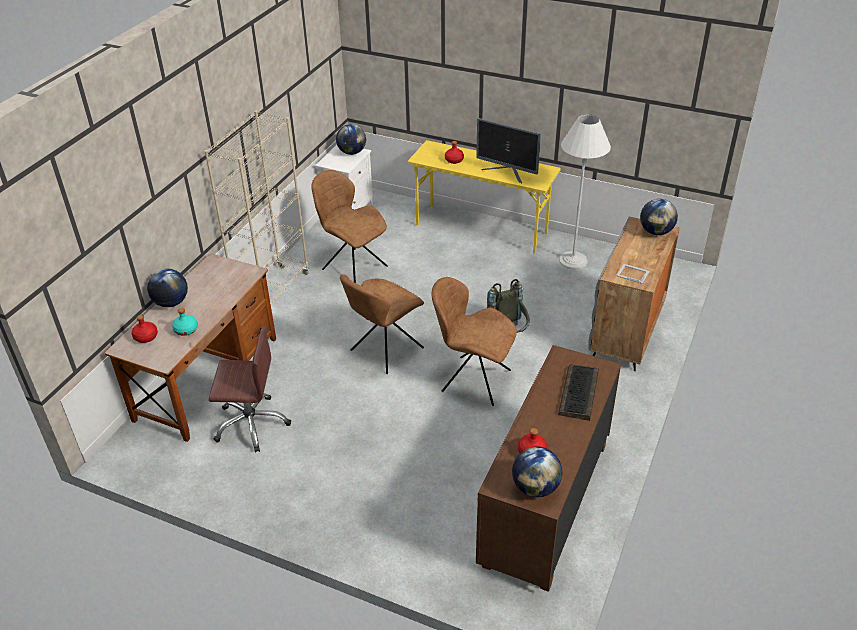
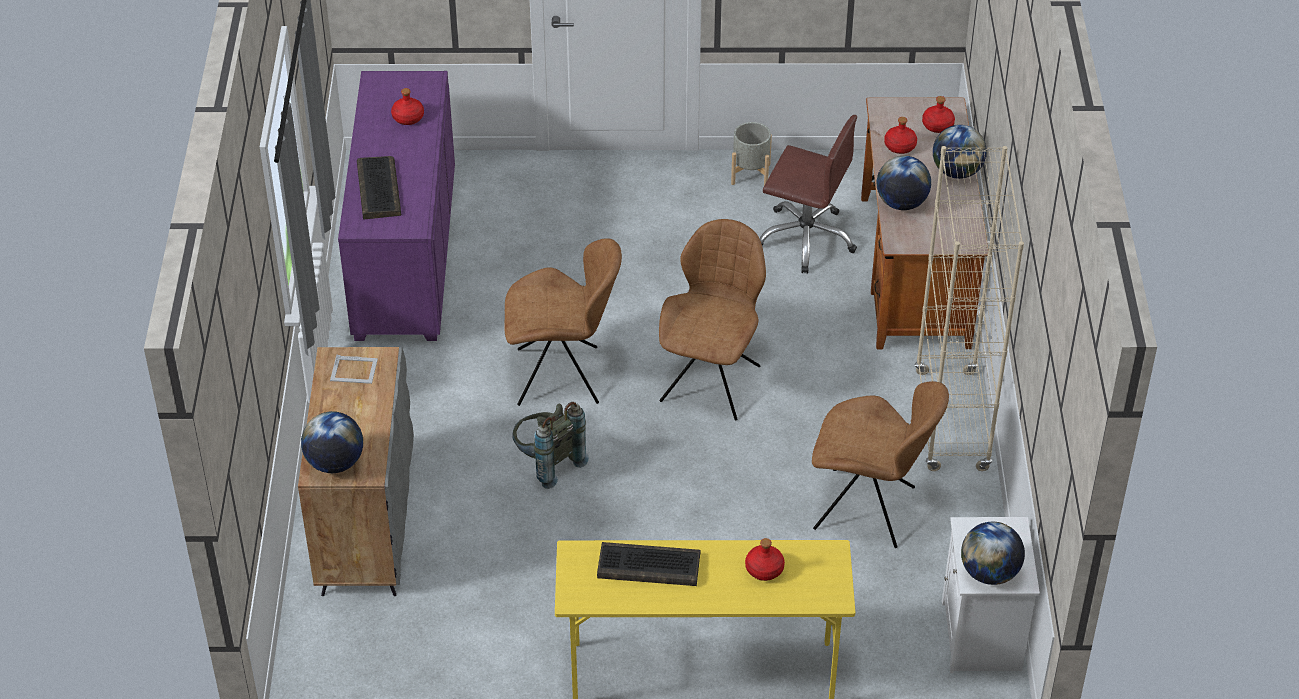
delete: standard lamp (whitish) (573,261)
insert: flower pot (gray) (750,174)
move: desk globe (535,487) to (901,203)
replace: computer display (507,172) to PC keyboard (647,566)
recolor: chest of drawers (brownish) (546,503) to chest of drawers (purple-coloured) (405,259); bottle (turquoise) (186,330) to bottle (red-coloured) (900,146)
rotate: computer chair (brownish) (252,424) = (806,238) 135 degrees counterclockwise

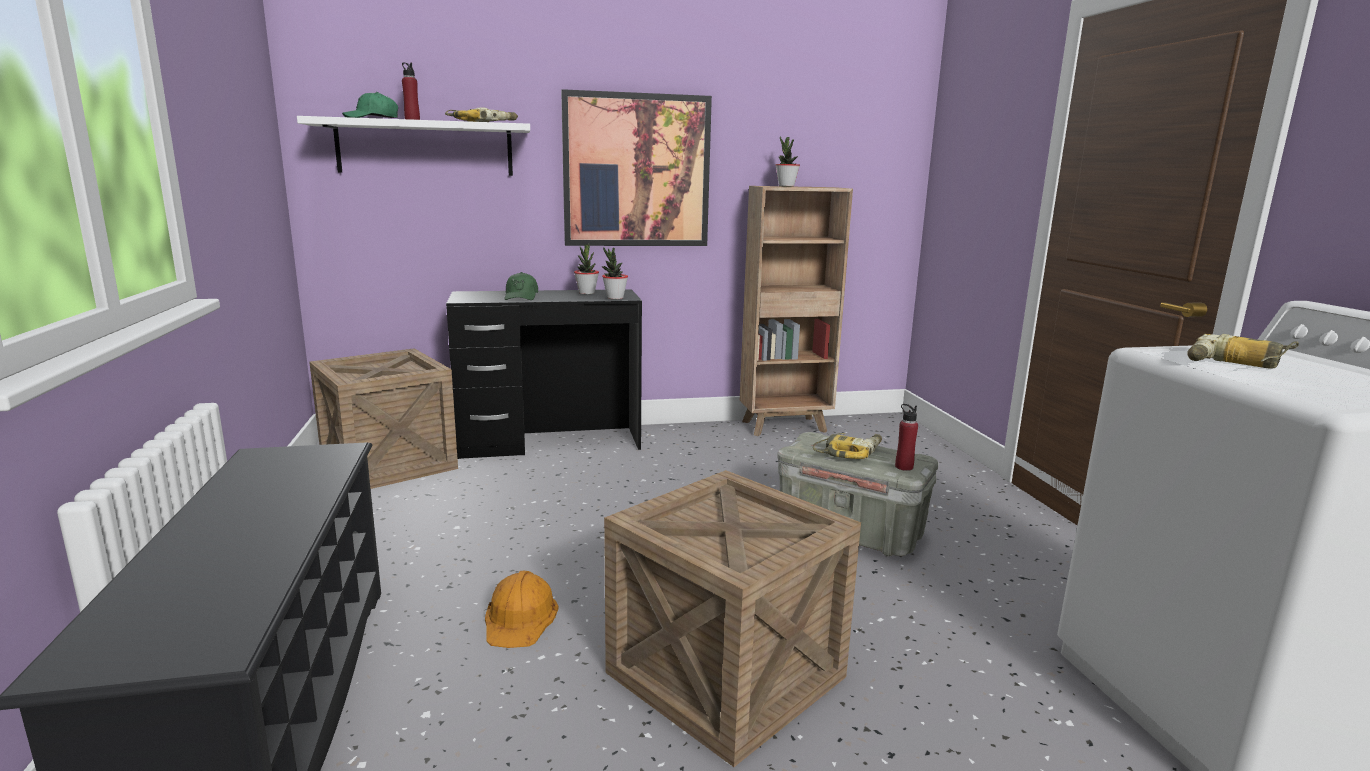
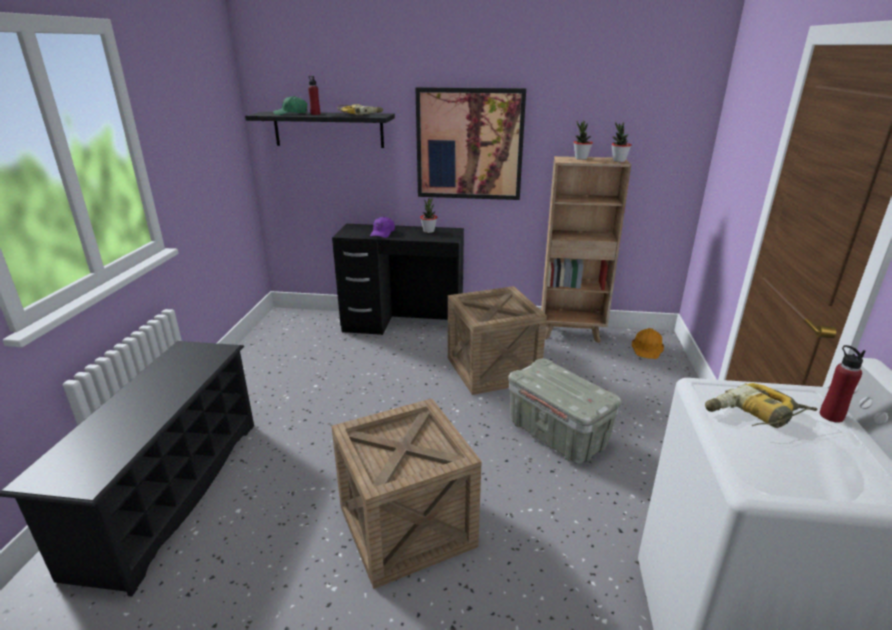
delete: drill (848,452)
move: crate (388,464) to (492,369); potted plant (615,298) to (619,161); hard hat (orangey) (520,618) to (647,348); bottle (red-coloured) (904,467) to (831,416)
recolor: bracket shelf (whitish) (425,148) to bracket shelf (black) (328,129); cap (green-coloured) (521,297) to cap (purple-coloured) (383,233)

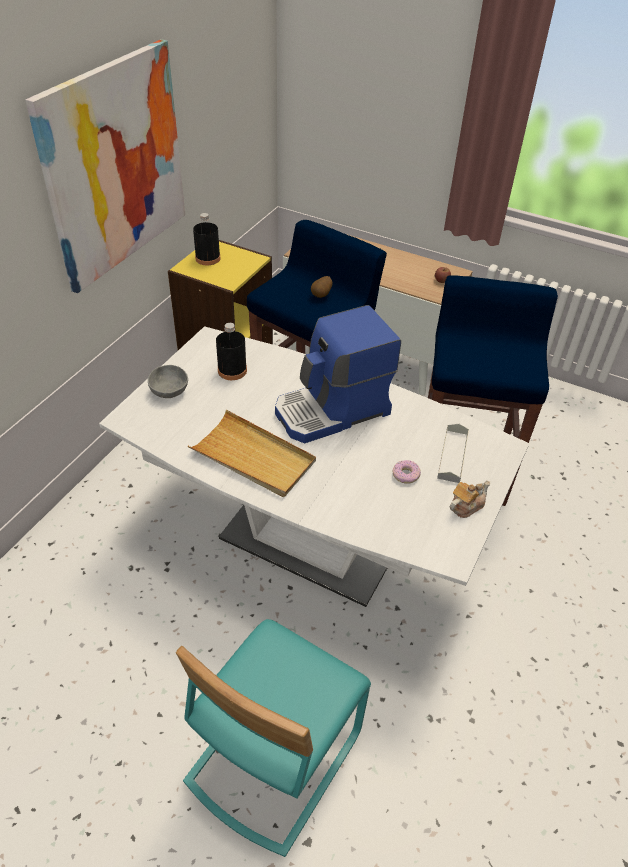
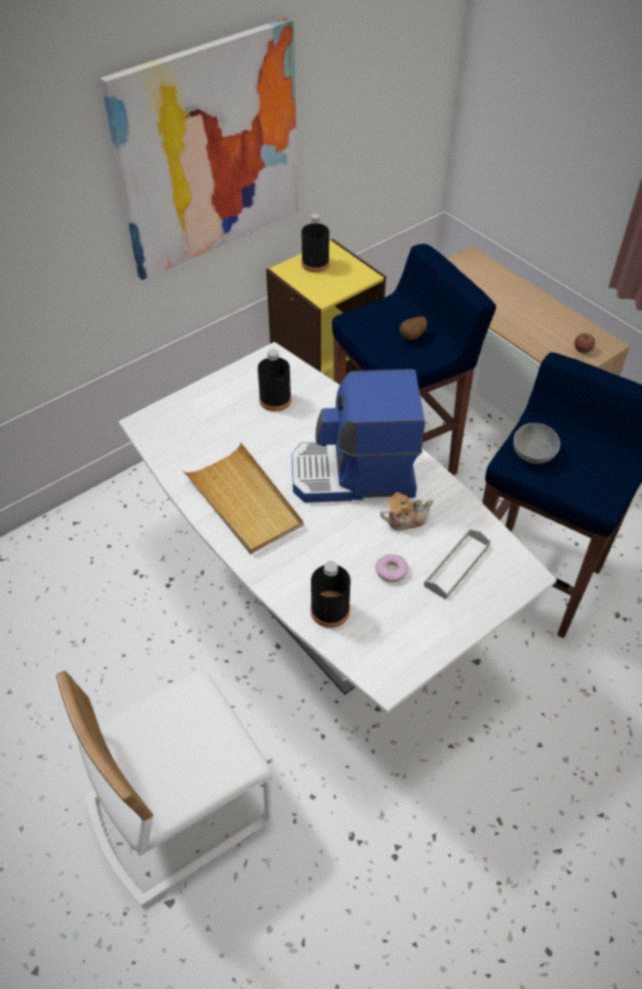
insert: bottle (black) (330,610)
move: pot for tea (466,506) to (405,520); bowl (gray) (170,391) to (534,454)
recolor: chair (turquoise) (272,757) to chair (whitish) (177,808)

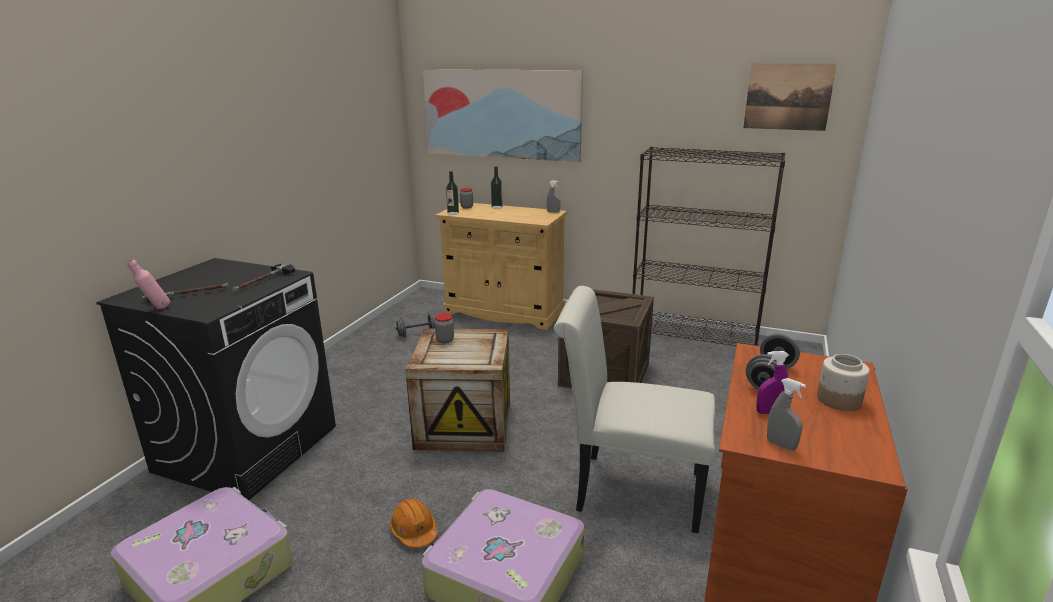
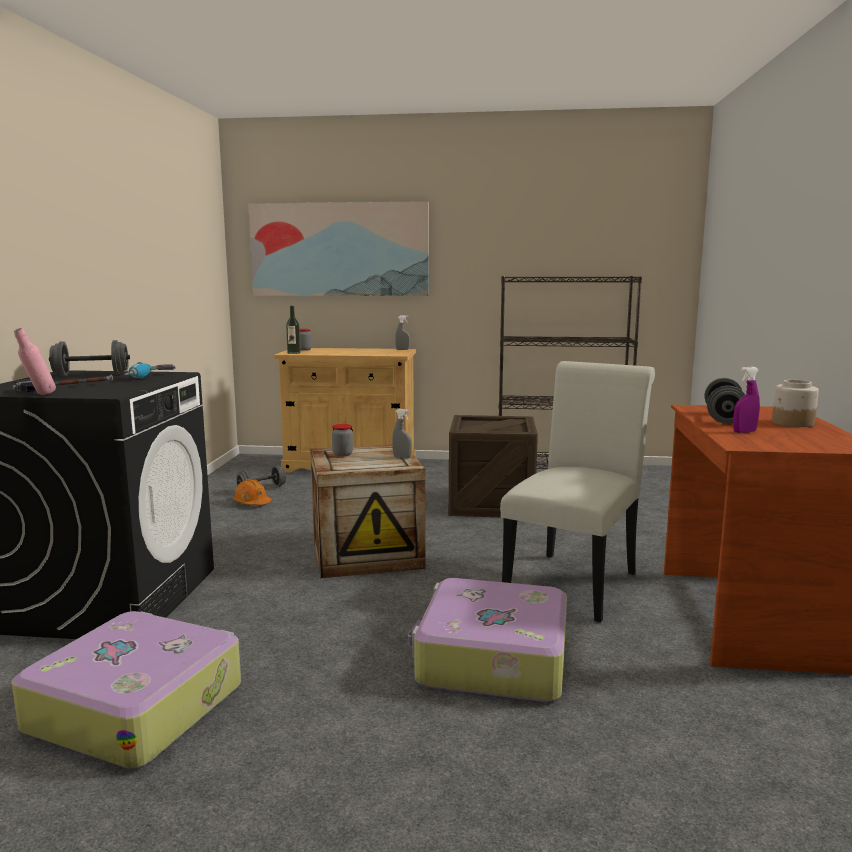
delete: bottle (497,207); wall art (788,97)
insert: hand weight (gray) (91,375)
move: hard hat (orangey) (414,531) to (252,503); hand sprayer (gray) (781,445) to (402,457)
replace: tool hammer (264,281) to drill (149,378)
rotate: chair (whitish) (629,489) = (575,581) 120 degrees clockwise

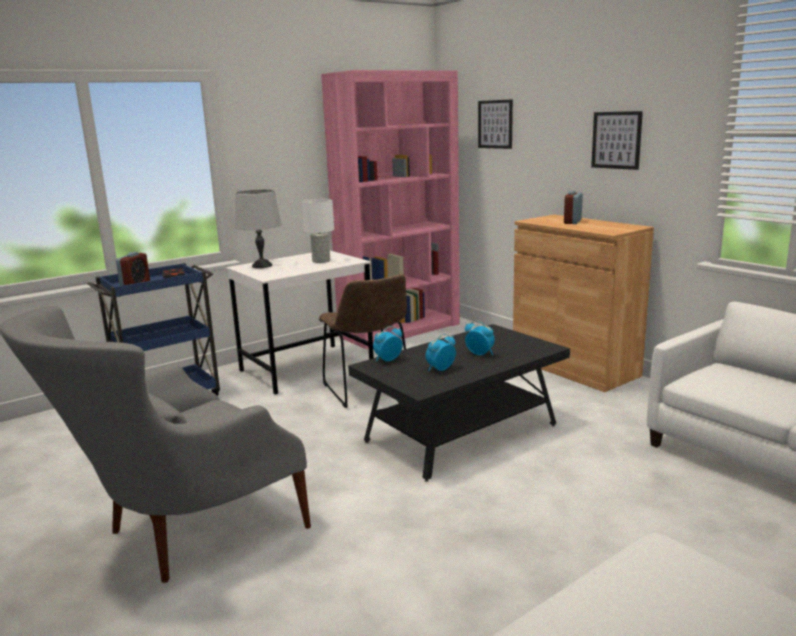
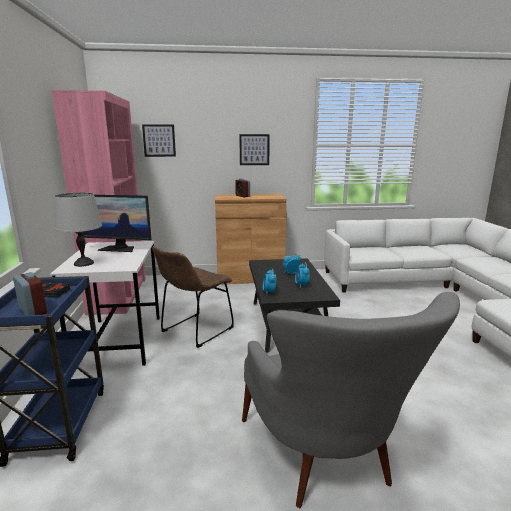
replace: table lamp (whitish) (321,261) to computer display (119,248)
rotate: chair (brownish) (368,391) = (195,331) 120 degrees clockwise

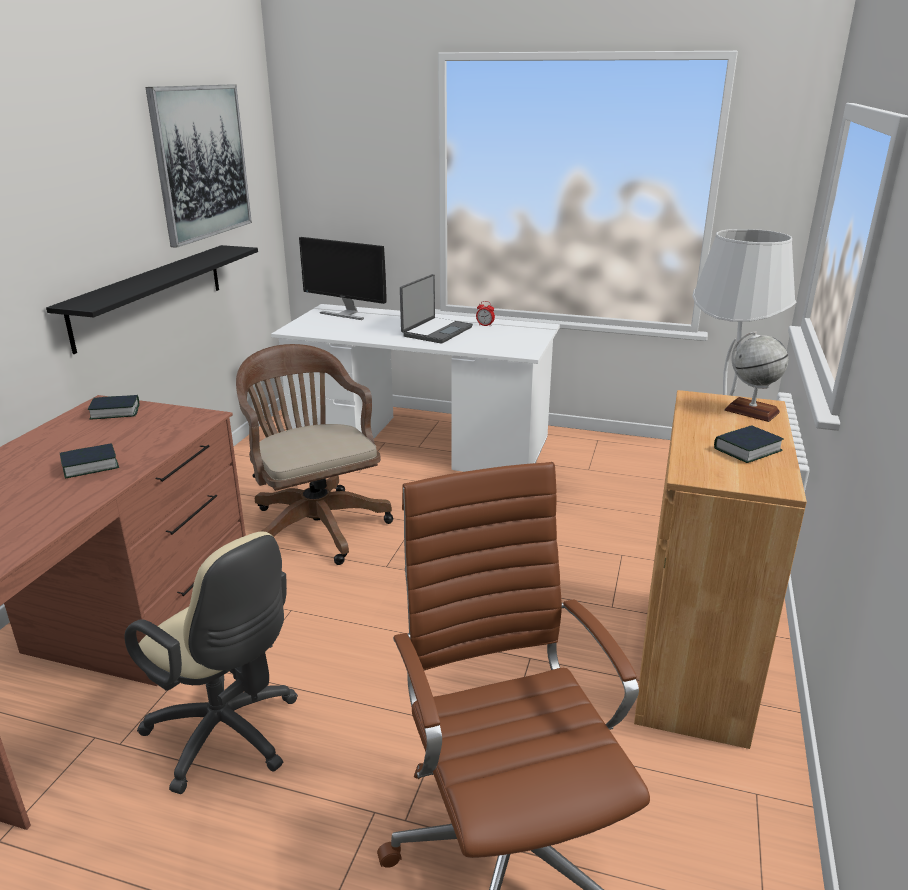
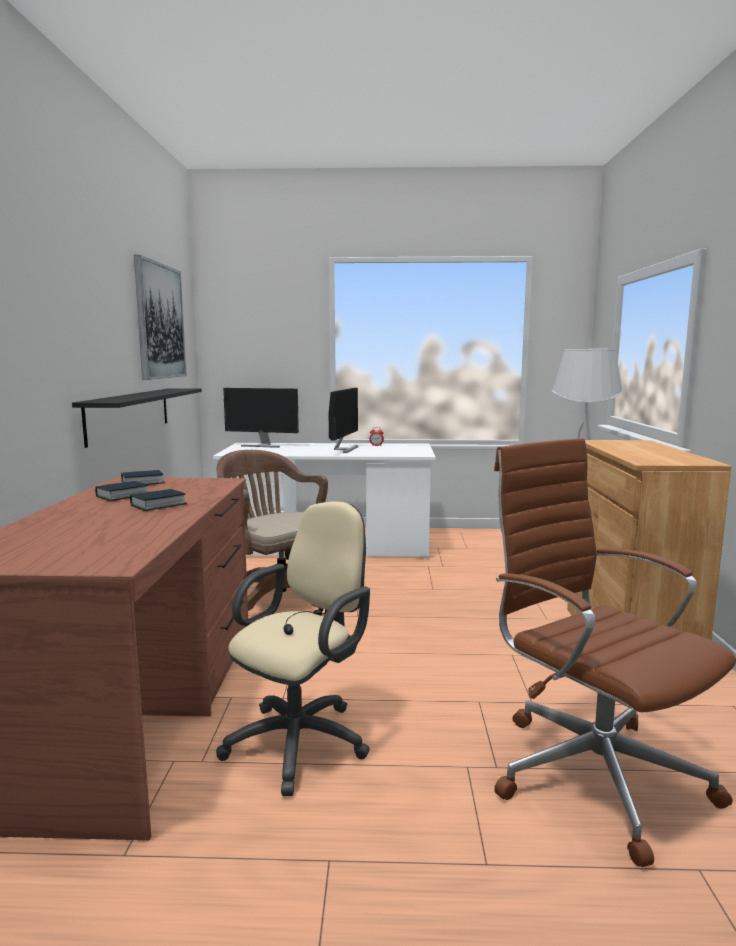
delete: desk globe (751,411)
move: book (747,450) to (122,496)
replace: notebook computer (436,331) to computer display (343,449)
rotate: computer chair (beige) (229,736) = (303,739) 75 degrees counterclockwise

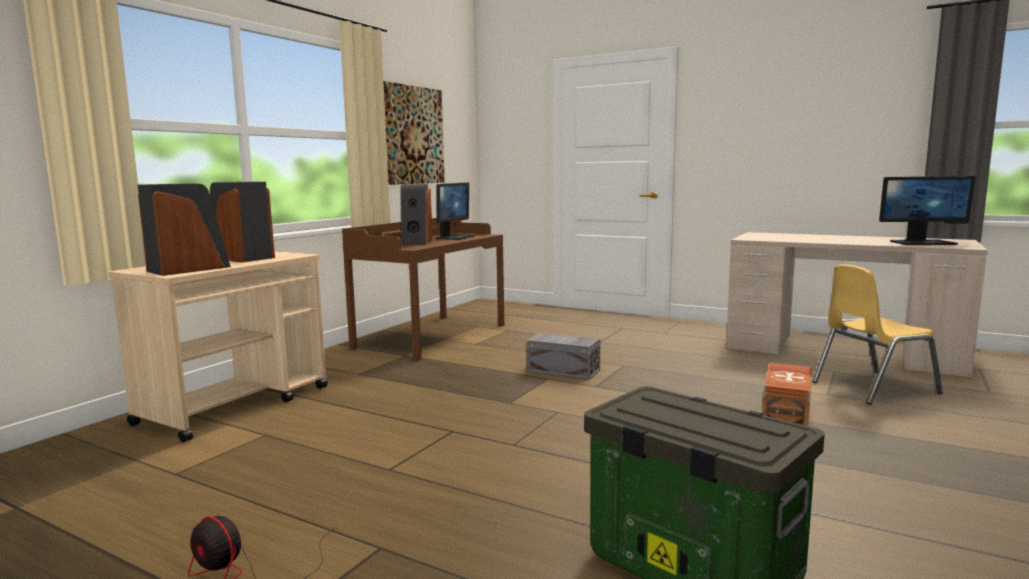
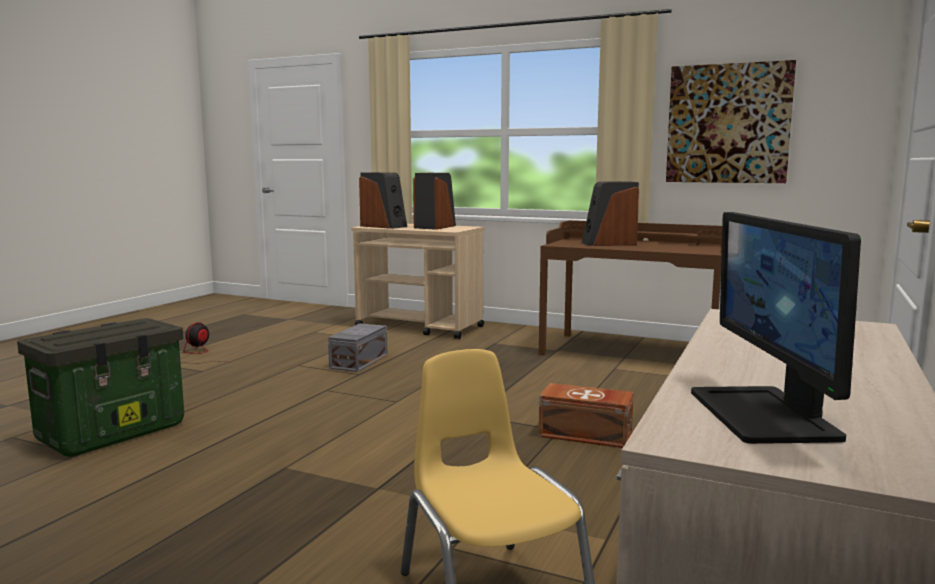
delete: computer display (455,237)
move: storage box (gray) (564,371) to (357,362); storage box (brownish) (787,414) to (586,435)

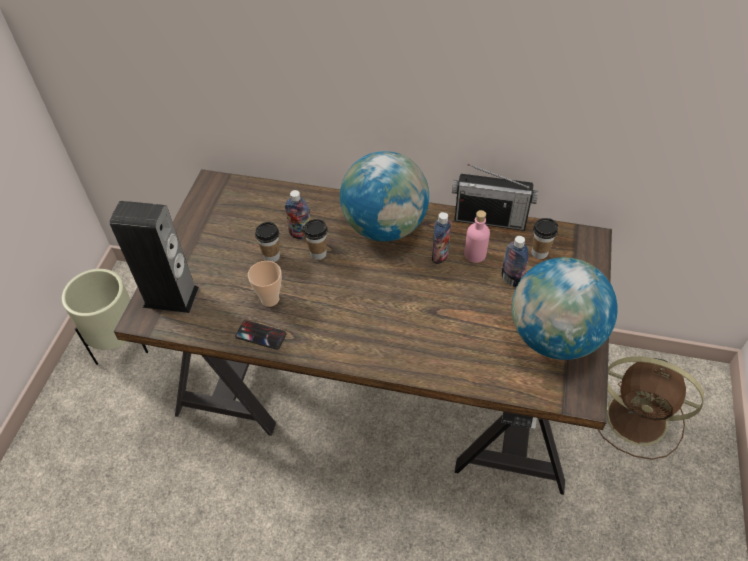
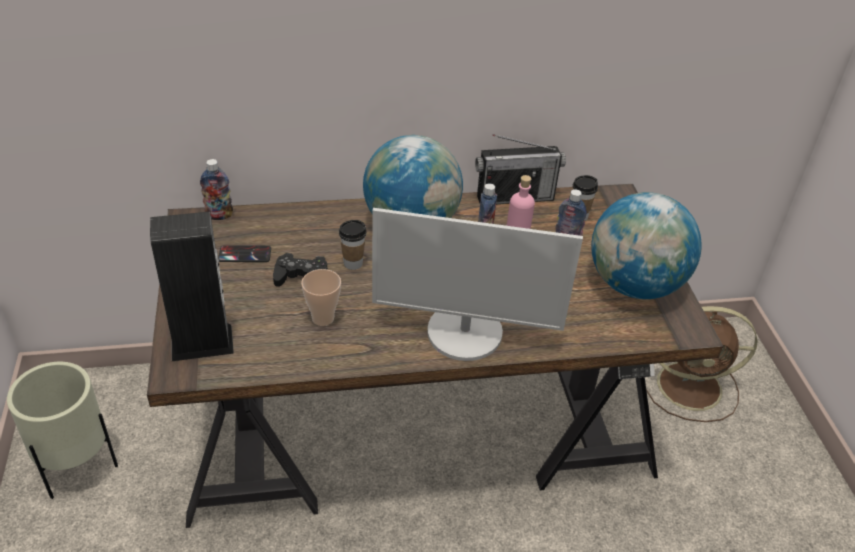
insert: computer display (465,333)
move: bottle (300,234) to (219,215); phone (261,335) to (245,254)
replace: drinking cup (271,256) to gamepad (black) (301,277)

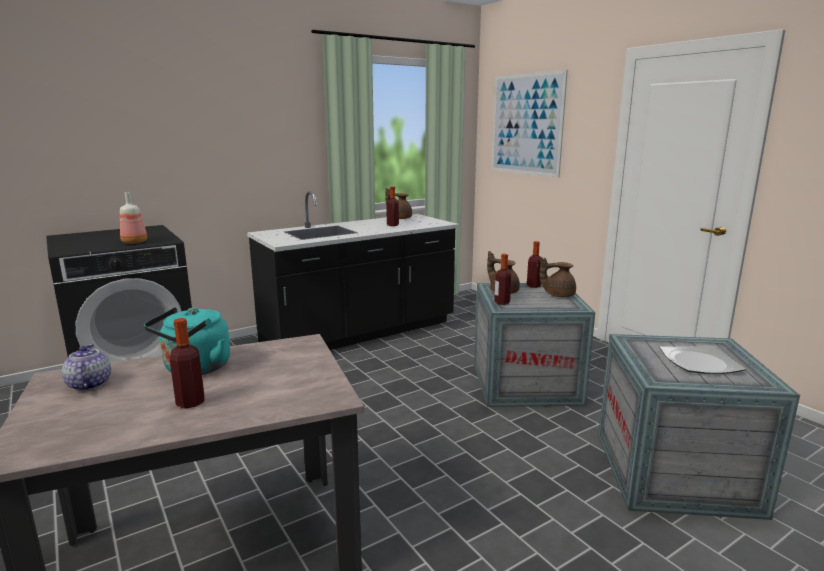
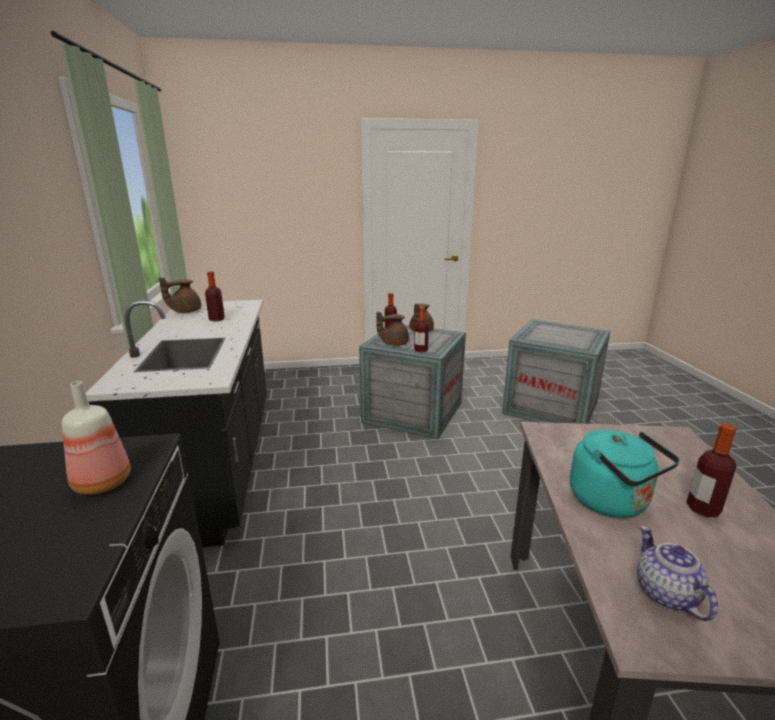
delete: wall art (526,124); plate (700,362)
rotate: pot for tea (88,384) = (665,593) 75 degrees clockwise

